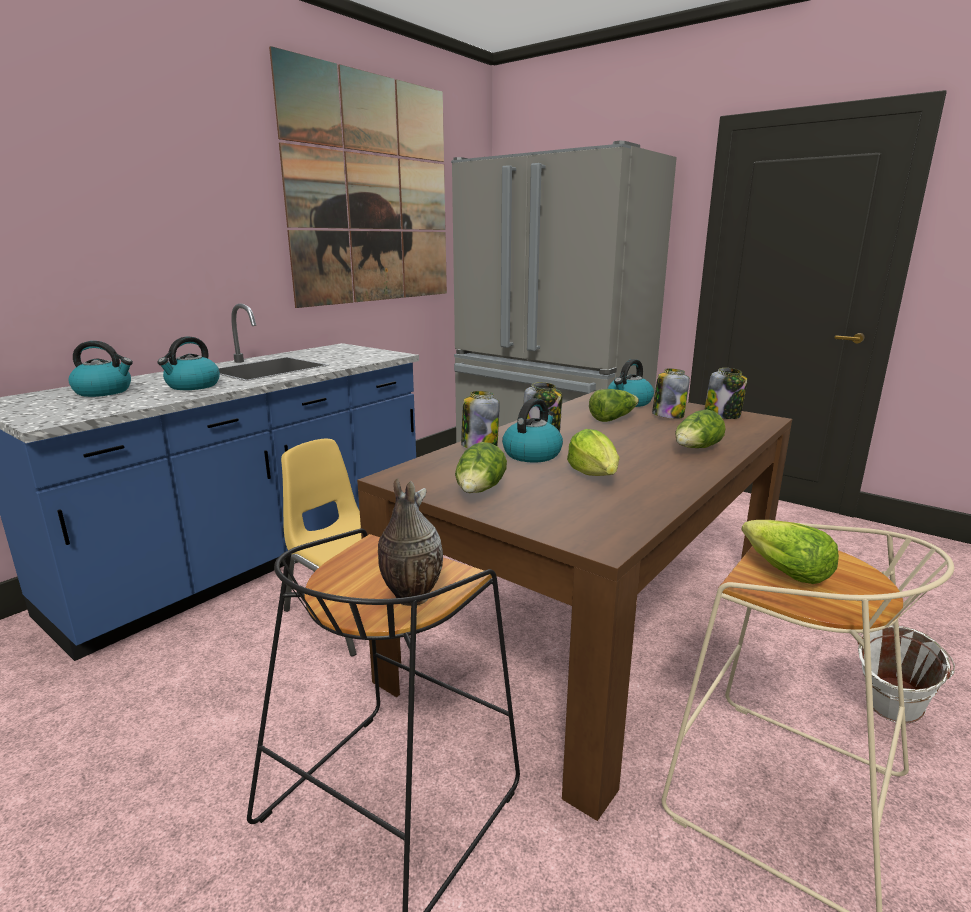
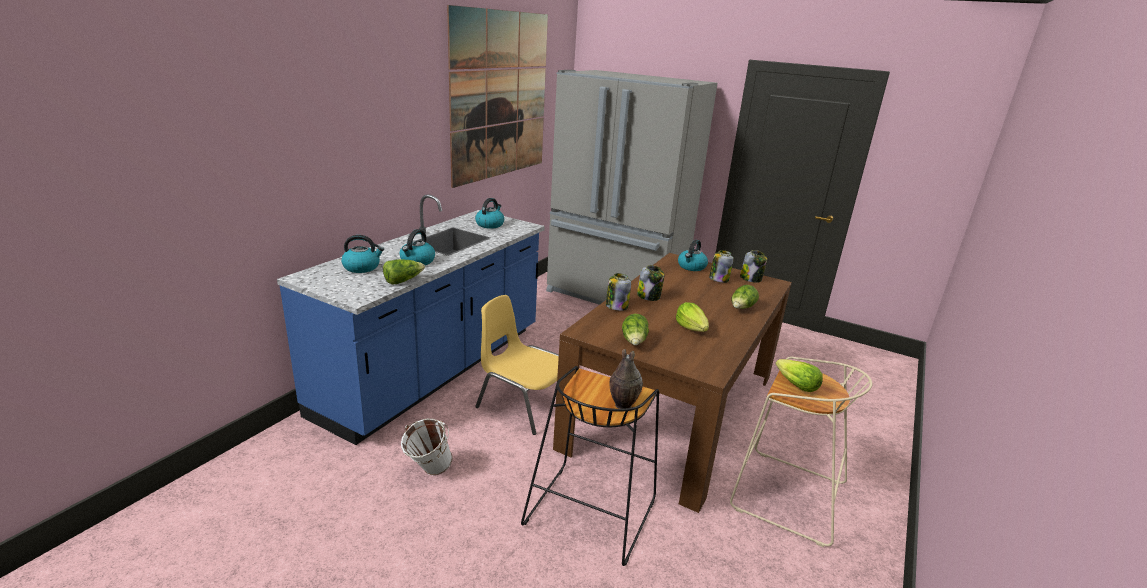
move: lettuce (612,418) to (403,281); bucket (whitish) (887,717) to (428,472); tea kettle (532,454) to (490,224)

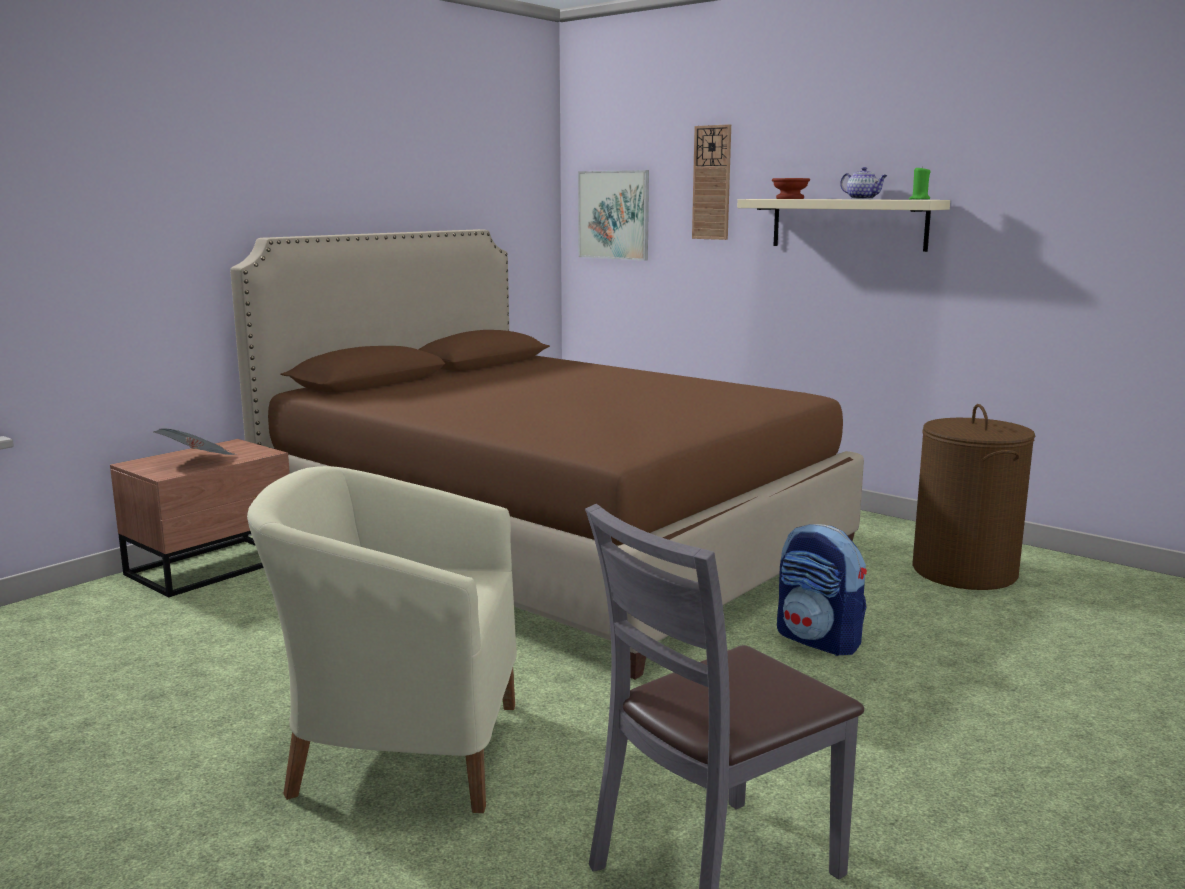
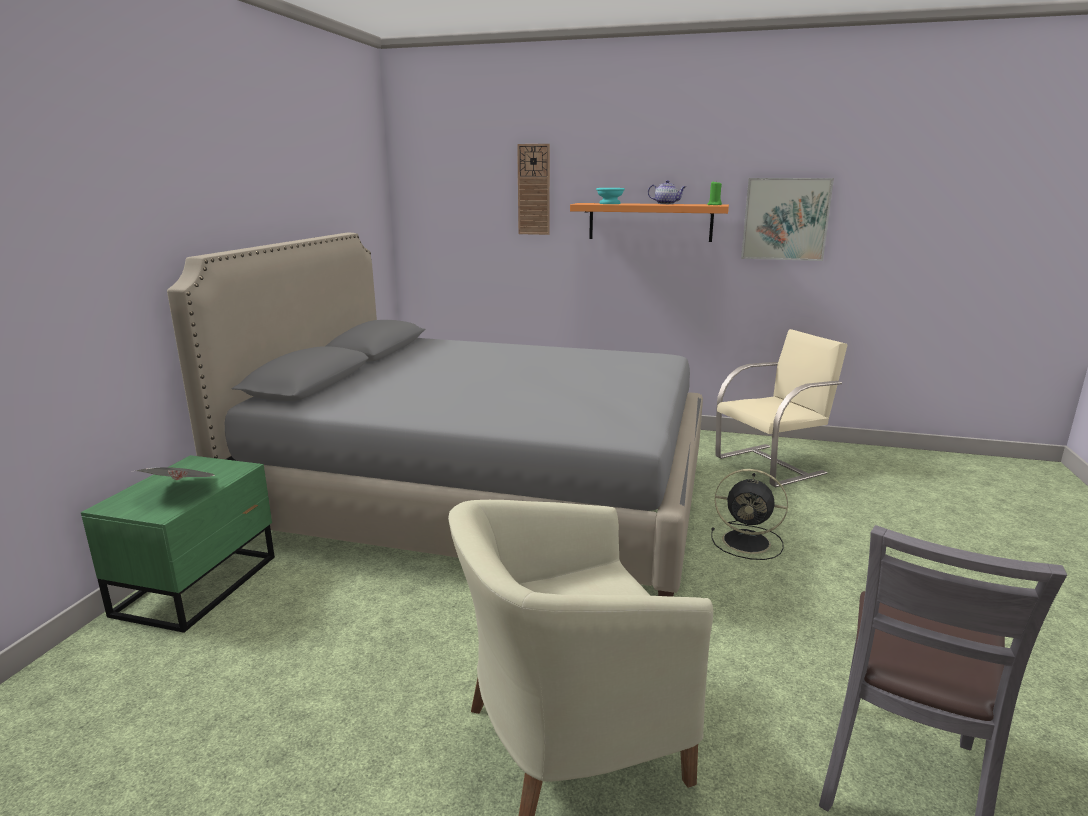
move: wall art (614,215) to (785,219)
replace: rucksack (819,640) to fan (black) (748,542); washing basket (brownish) (965,571) to chair (beige) (771,465)
recolor: night table (brownish) (214,567) to night table (green-coloured) (201,584); sleeping bed (brownish) (548,545) to sleeping bed (gray) (483,498); bracket shelf (beige) (848,224) to bracket shelf (orangey) (650,222); bowl (brownish) (789,198) to bowl (turquoise) (609,203)

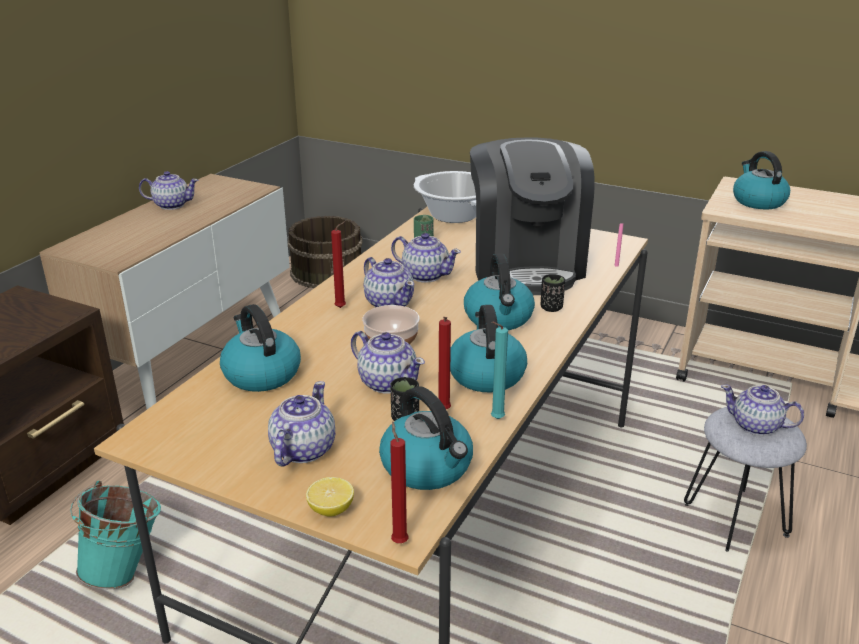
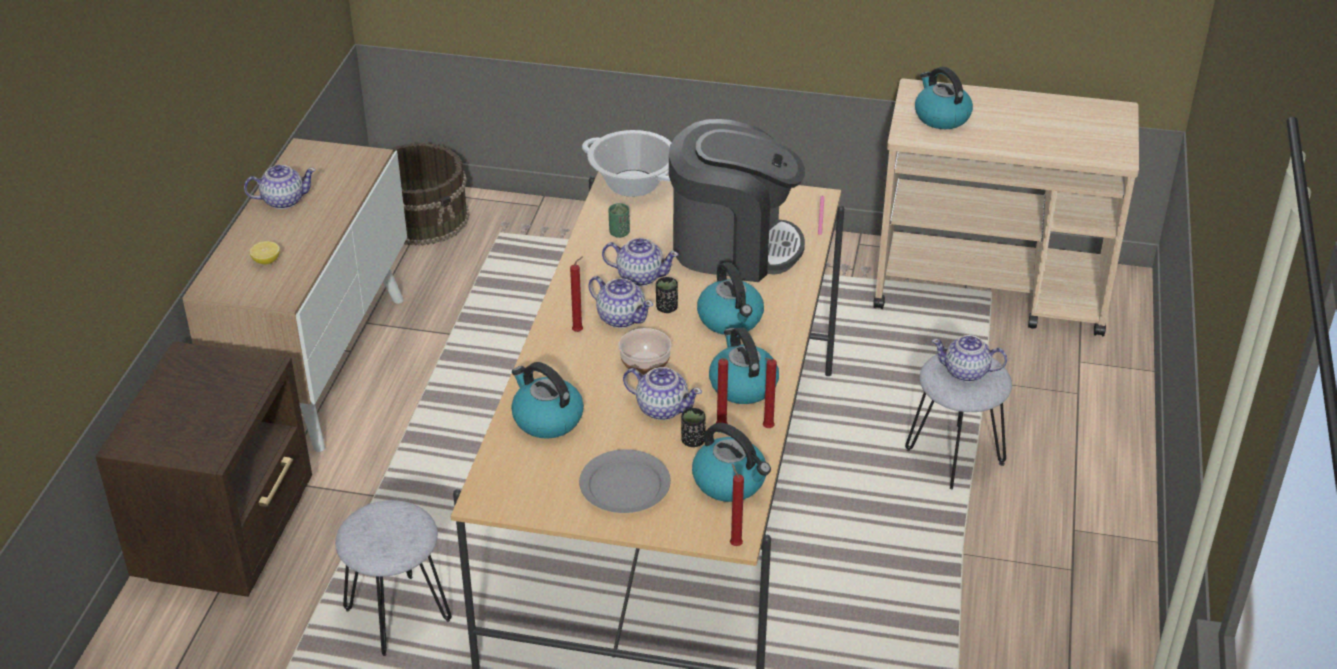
move: citrus fruit (331,510) to (266,261); drinking cup (black) (551,308) to (666,308)
replace: bucket (turquoise) (127,570) to sitting stool (gray) (398,615); pot for tea (302,450) to plate (gray) (624,485)
recolor: wax candle (turquoise) (495,419) to wax candle (red-coloured) (766,429)
rotate: coffee brewer (526,265) = (733,246) 60 degrees counterclockwise

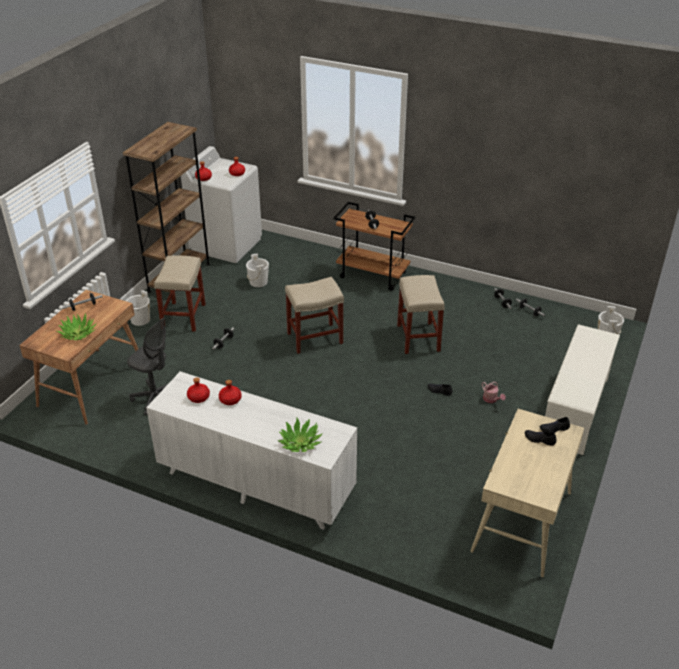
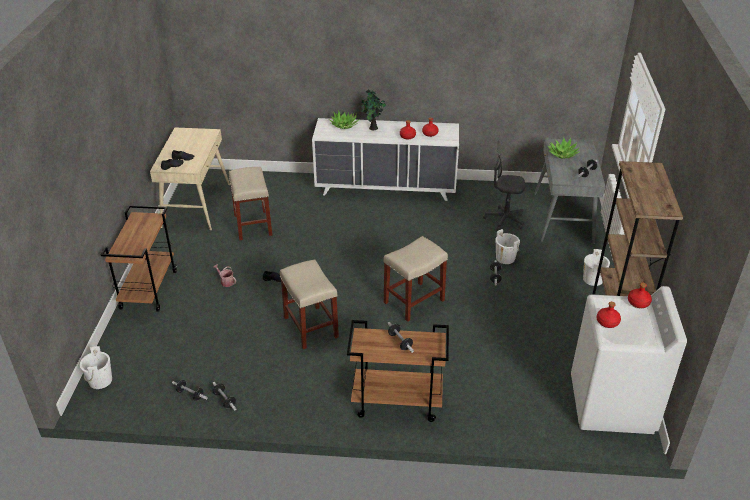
insert: potted plant (373,128)
move: sitting stool (beige) (183,316) to (253,225); bucket (whitish) (258,282) to (505,258)
replace: shoe rack (whitish) (575,410) to wheeled cart (brownish) (148,289)
recolor: desk table (brownish) (92,385) to desk table (gray) (563,218)

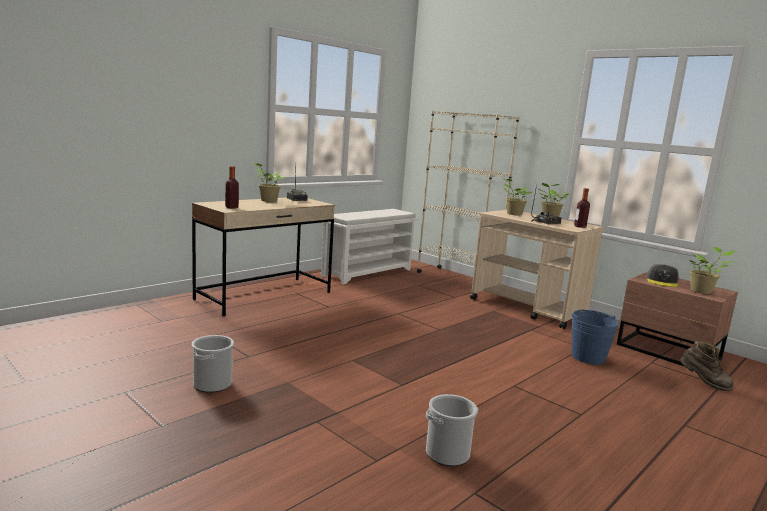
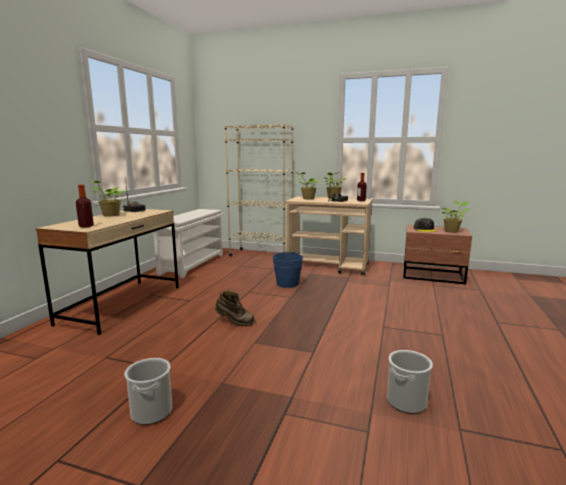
move: high-top boot (brownish) (704,383) to (234,322); bucket (blue-coloured) (588,357) to (287,283)

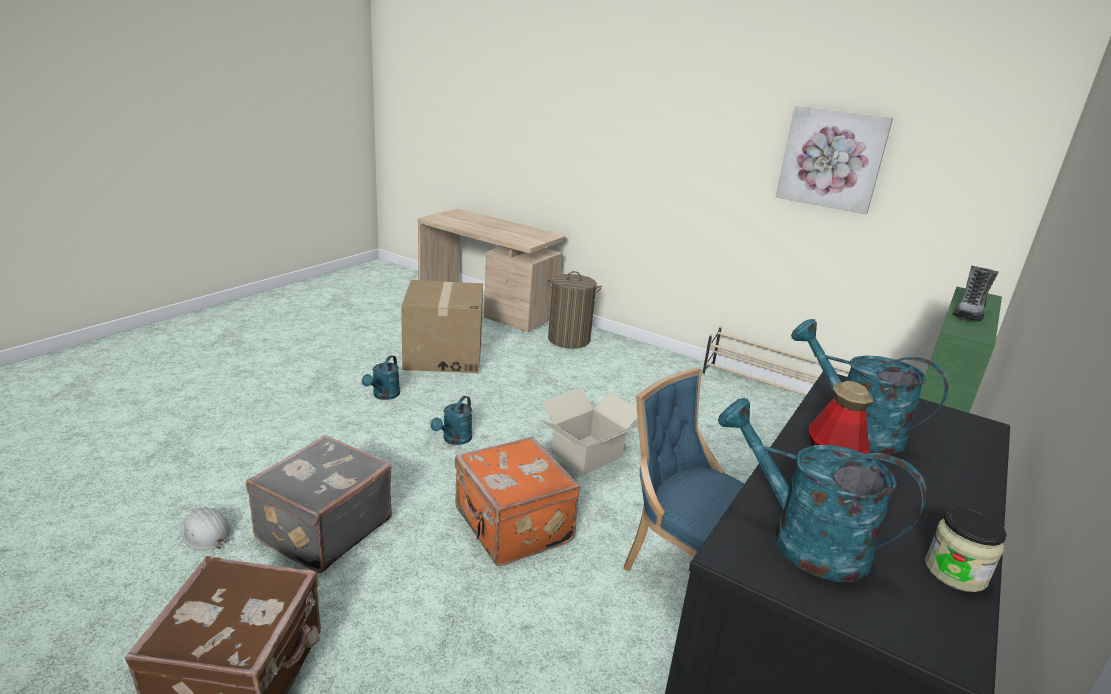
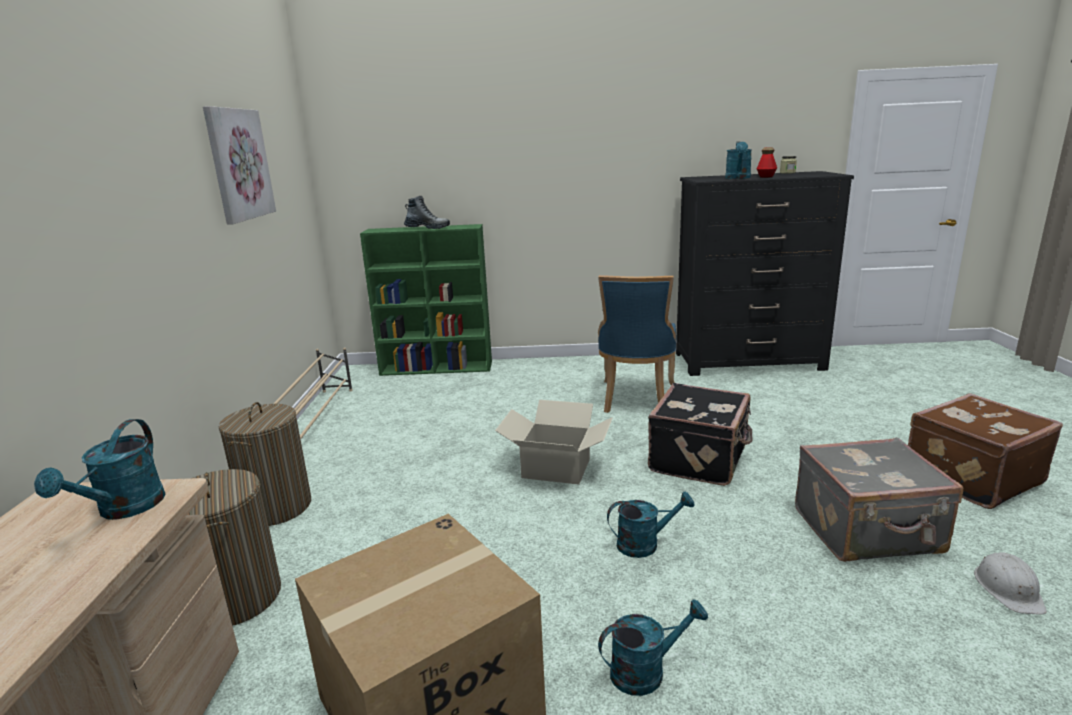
insert: washing basket (276,507)
move: watering can (turquoise) (802,540) to (124,509)
recolor: suitcase (orangey) (511,527) to suitcase (black) (700,459)

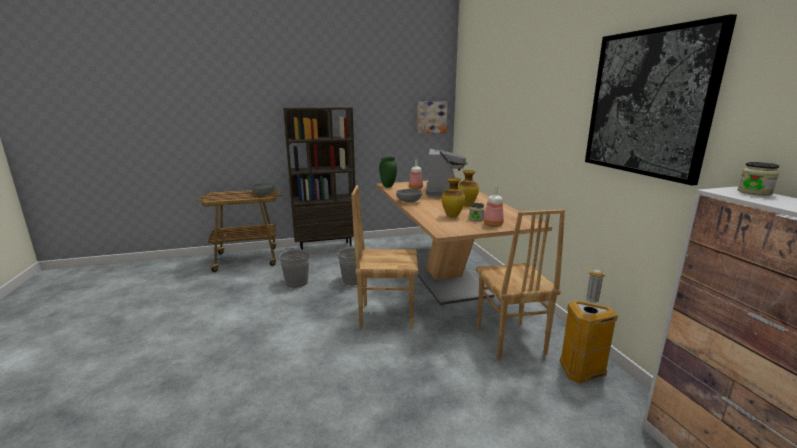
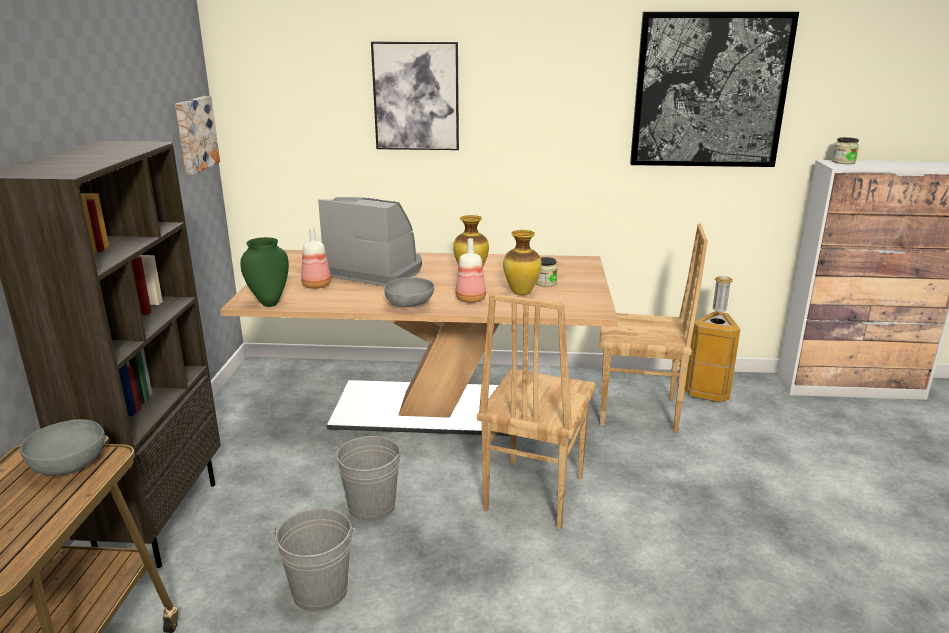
insert: wall art (416,96)
move: bottle (493,225) to (471,299)

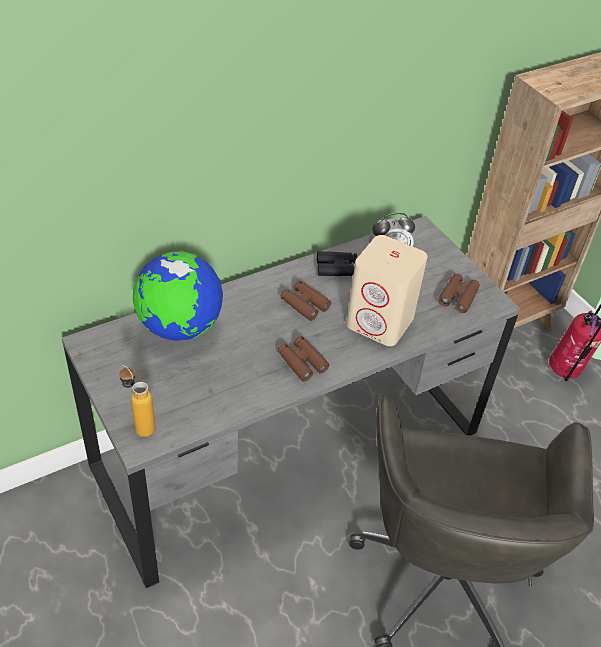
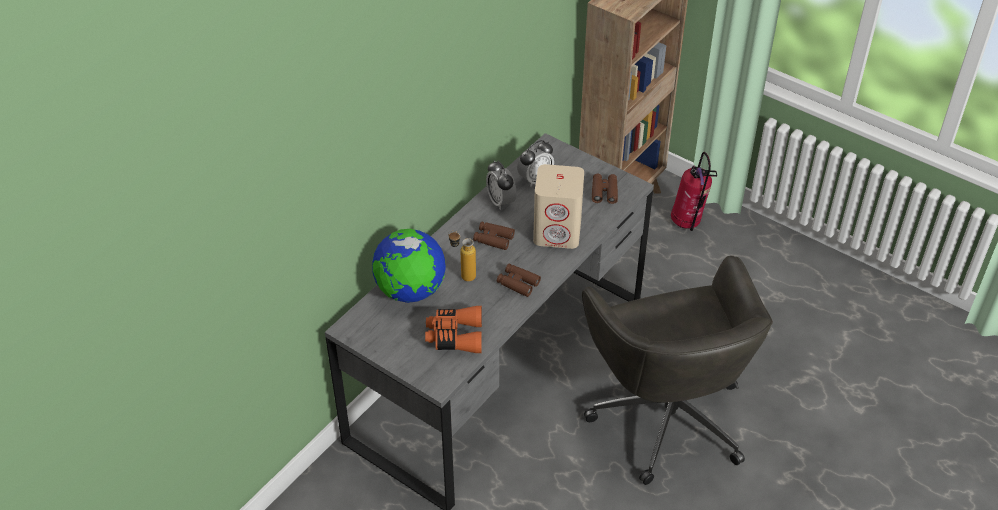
insert: binoculars (orangey) (454,336)
move: bottle (139,425) to (462,275)
replace: binoculars (black) (337,268) to bedside clock (501,201)

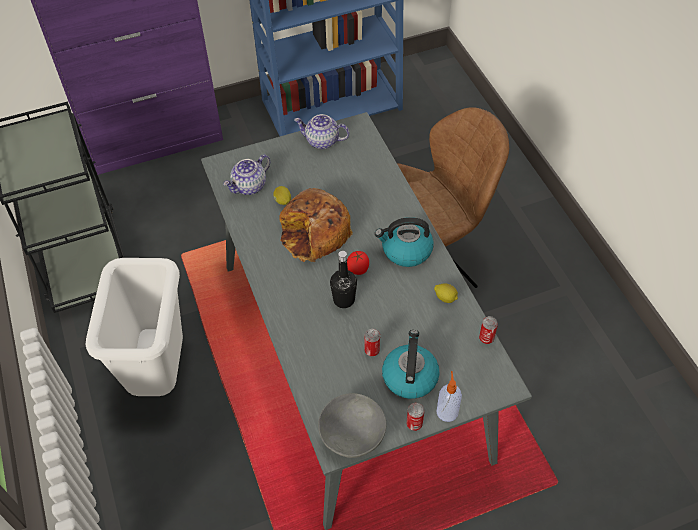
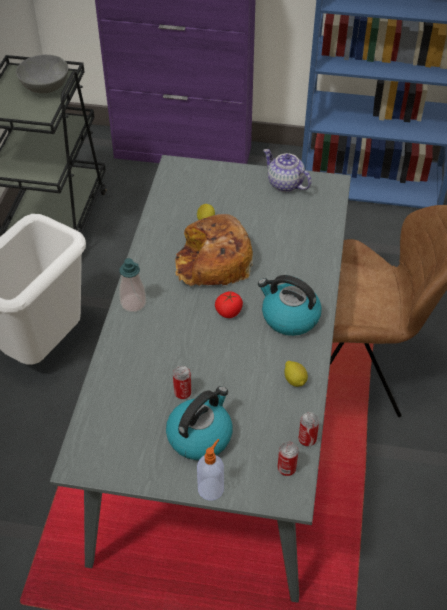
delete: pot for tea (249,186); bottle (black) (344,300)
insert: soap bottle (133,303)
move: bowl (gray) (352,435) to (45,87); sealed can (414,424) to (286,469)

